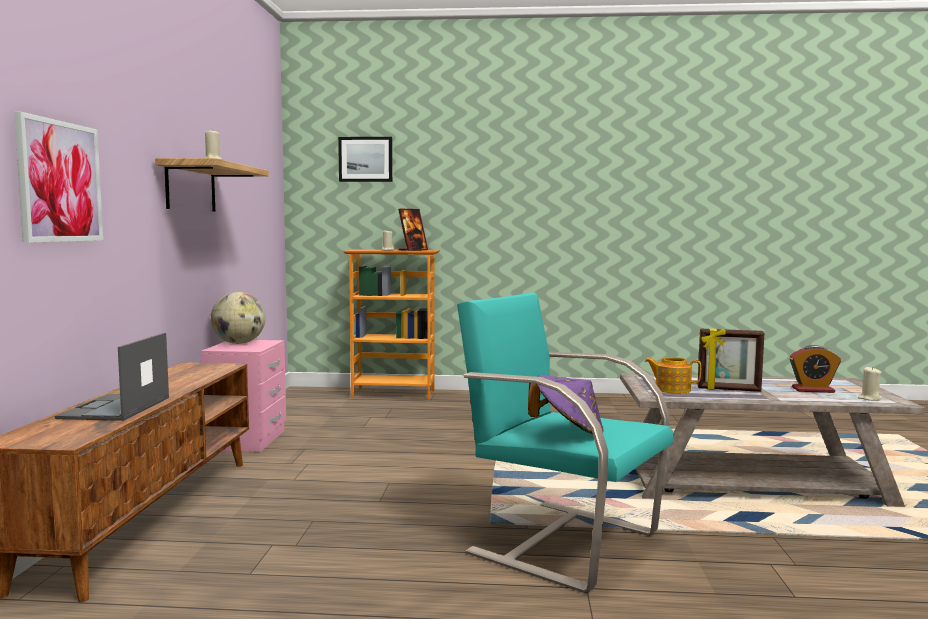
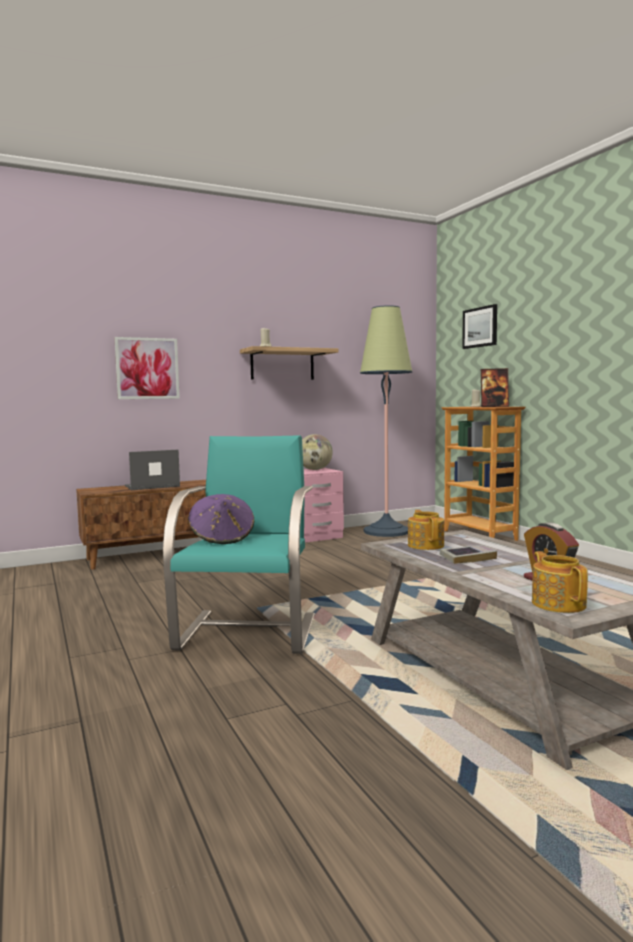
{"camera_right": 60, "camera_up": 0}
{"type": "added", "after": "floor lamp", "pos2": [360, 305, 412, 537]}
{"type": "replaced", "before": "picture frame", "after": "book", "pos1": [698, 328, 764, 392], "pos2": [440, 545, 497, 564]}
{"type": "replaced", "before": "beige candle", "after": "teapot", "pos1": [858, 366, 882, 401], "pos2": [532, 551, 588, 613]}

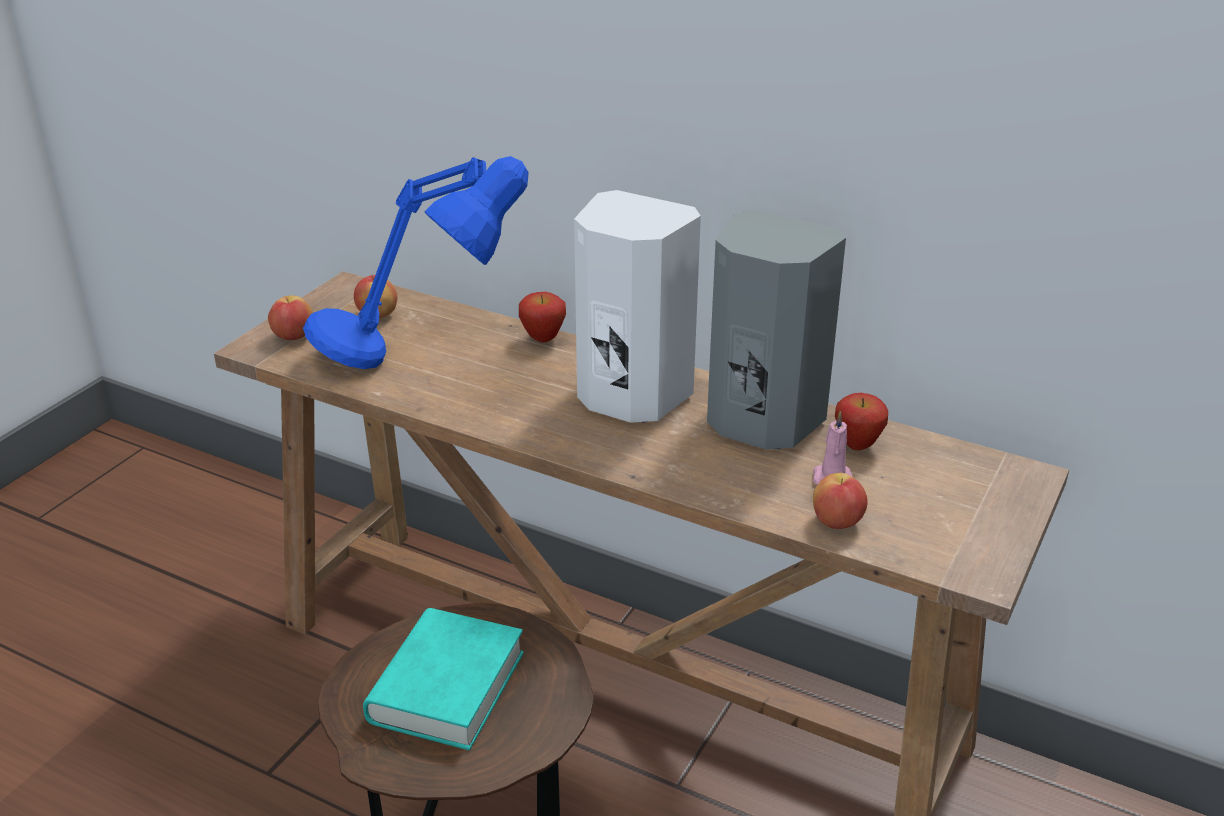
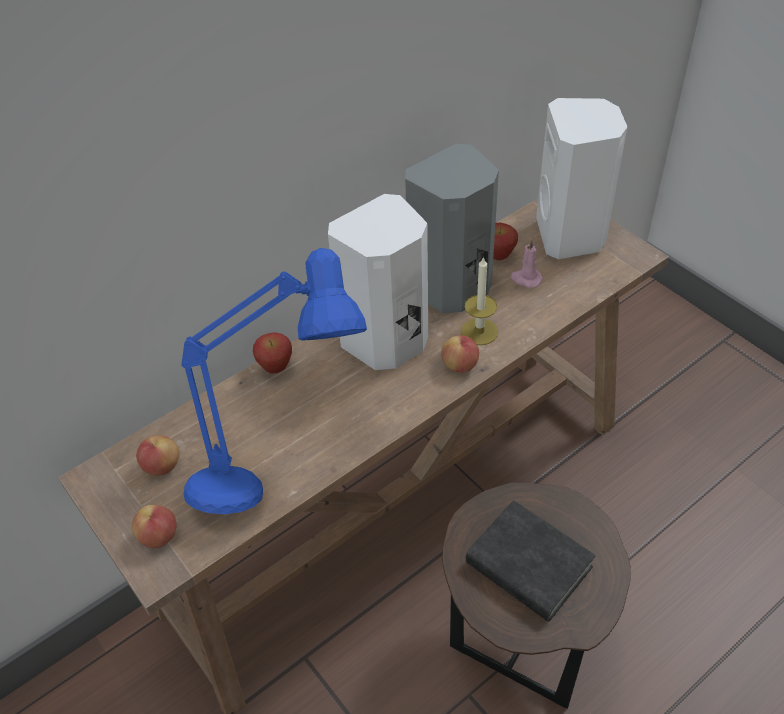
{"camera_right": -65, "camera_up": 15}
{"type": "added", "after": "candle", "pos2": [461, 256, 498, 345]}
{"type": "added", "after": "white speaker", "pos2": [536, 98, 627, 259]}
{"type": "moved", "before": "apple", "pos1": [813, 473, 868, 529], "pos2": [441, 335, 479, 373]}
{"type": "recoloured", "before": "turquoise book", "after": "black book", "pos1": [363, 608, 524, 750], "pos2": [466, 500, 596, 622]}

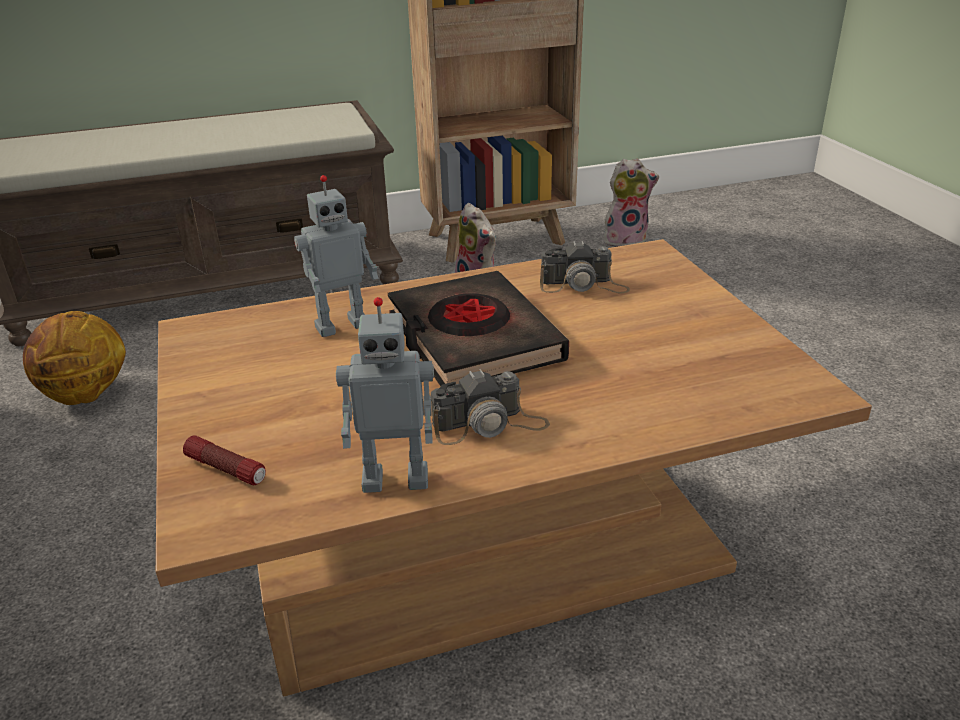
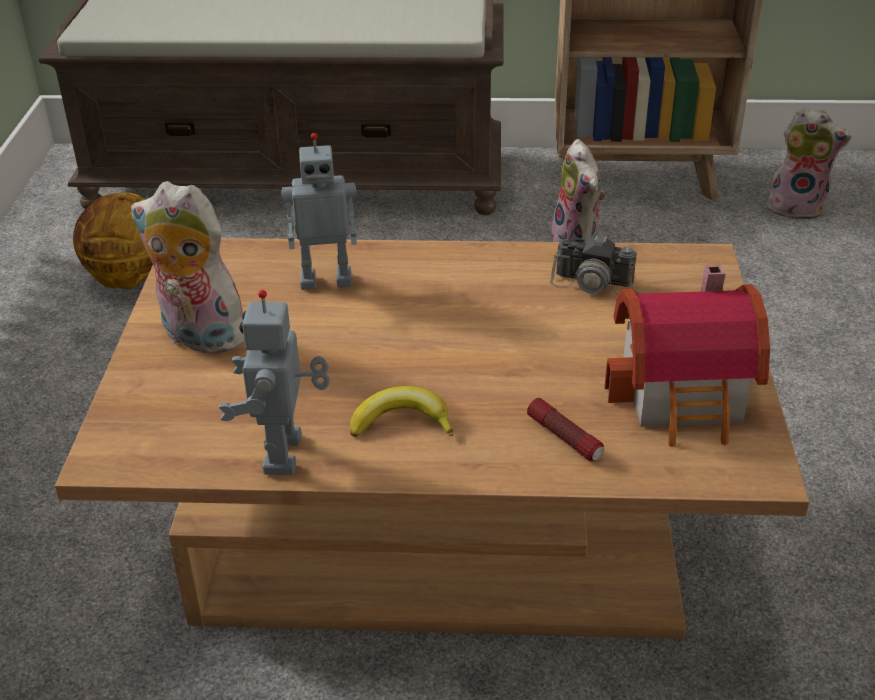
{"camera_right": 20, "camera_up": 5}
{"type": "removed", "before": "black book", "pos1": [388, 271, 569, 386]}
{"type": "added", "after": "plush toy", "pos2": [131, 181, 245, 354]}
{"type": "added", "after": "toy house", "pos2": [605, 265, 770, 447]}
{"type": "moved", "before": "flashlight", "pos1": [183, 435, 266, 485], "pos2": [527, 398, 604, 461]}
{"type": "replaced", "before": "photo camera", "after": "banana", "pos1": [431, 369, 550, 445], "pos2": [350, 386, 454, 437]}
{"type": "turned", "before": "toy robot", "pos1": [336, 297, 434, 493], "pos2": [219, 290, 330, 475], "turn": 75}

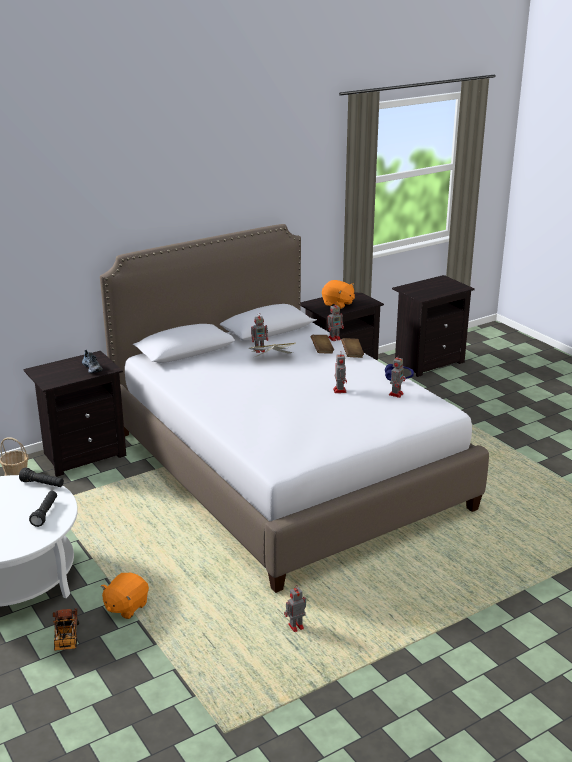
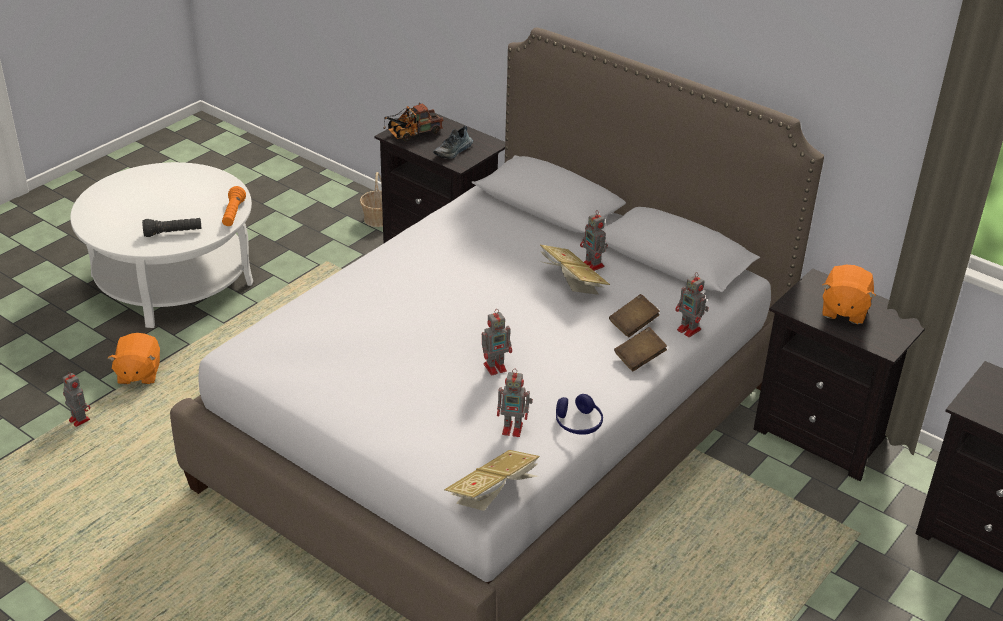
{"camera_right": 70, "camera_up": 10}
{"type": "added", "after": "book", "pos2": [444, 450, 540, 511]}
{"type": "moved", "before": "toy truck", "pos1": [53, 608, 79, 651], "pos2": [383, 103, 443, 141]}
{"type": "moved", "before": "toy robot", "pos1": [284, 586, 306, 632], "pos2": [63, 371, 90, 427]}
{"type": "recoloured", "before": "black flashlight", "after": "orange flashlight", "pos1": [19, 468, 64, 487], "pos2": [222, 186, 246, 226]}
{"type": "turned", "before": "orange plush toy", "pos1": [101, 573, 149, 619], "pos2": [108, 333, 160, 385], "turn": -105}

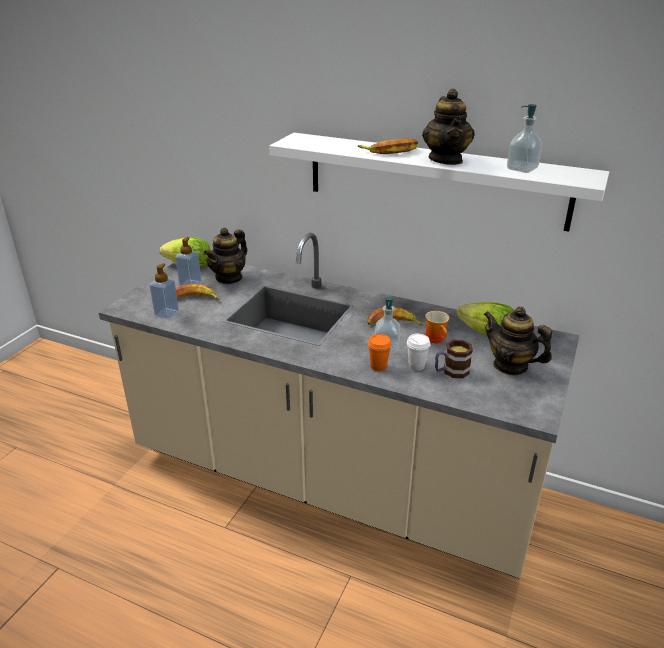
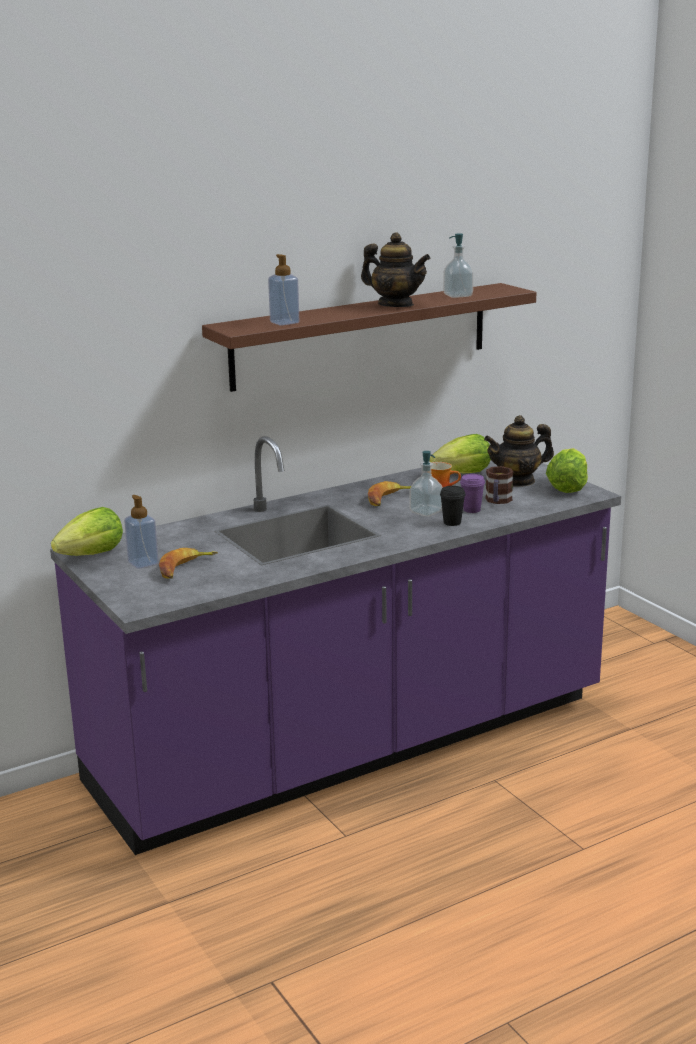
{"camera_right": -55, "camera_up": -10}
{"type": "removed", "before": "teapot", "pos1": [204, 228, 247, 284]}
{"type": "removed", "before": "banana", "pos1": [358, 138, 418, 154]}
{"type": "added", "after": "lettuce", "pos2": [546, 448, 588, 493]}
{"type": "moved", "before": "soap dispenser", "pos1": [150, 263, 179, 319], "pos2": [268, 254, 300, 326]}
{"type": "recoloured", "before": "beige counter", "after": "purple counter", "pos1": [99, 233, 580, 578], "pos2": [50, 436, 621, 855]}
{"type": "recoloured", "before": "white shelf", "after": "brown shelf", "pos1": [269, 133, 609, 232], "pos2": [202, 283, 537, 392]}
{"type": "recoloured", "before": "orange cup", "after": "black cup", "pos1": [368, 334, 392, 371], "pos2": [440, 486, 466, 526]}
{"type": "recoloured", "before": "white cup", "after": "purple cup", "pos1": [407, 334, 431, 371], "pos2": [460, 474, 485, 513]}

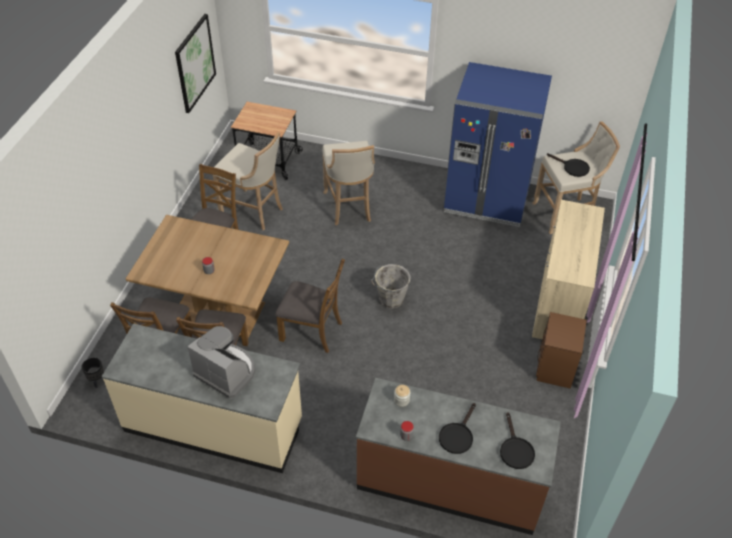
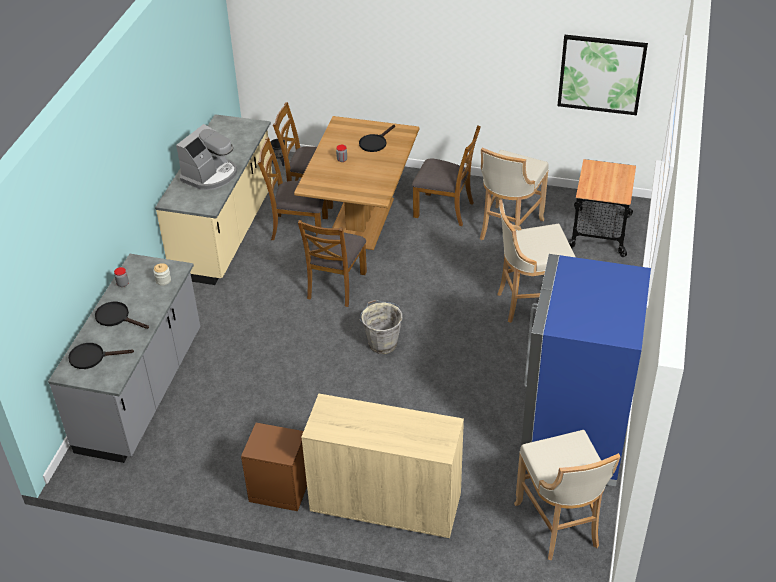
{"camera_right": 90, "camera_up": -5}
{"type": "moved", "before": "black frying pan", "pos1": [547, 153, 590, 177], "pos2": [359, 125, 395, 152]}
{"type": "recoloured", "before": "brown counter", "after": "grey counter", "pos1": [356, 378, 561, 535], "pos2": [48, 254, 200, 463]}

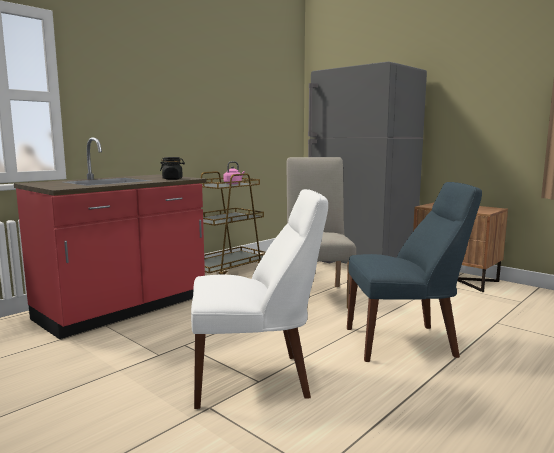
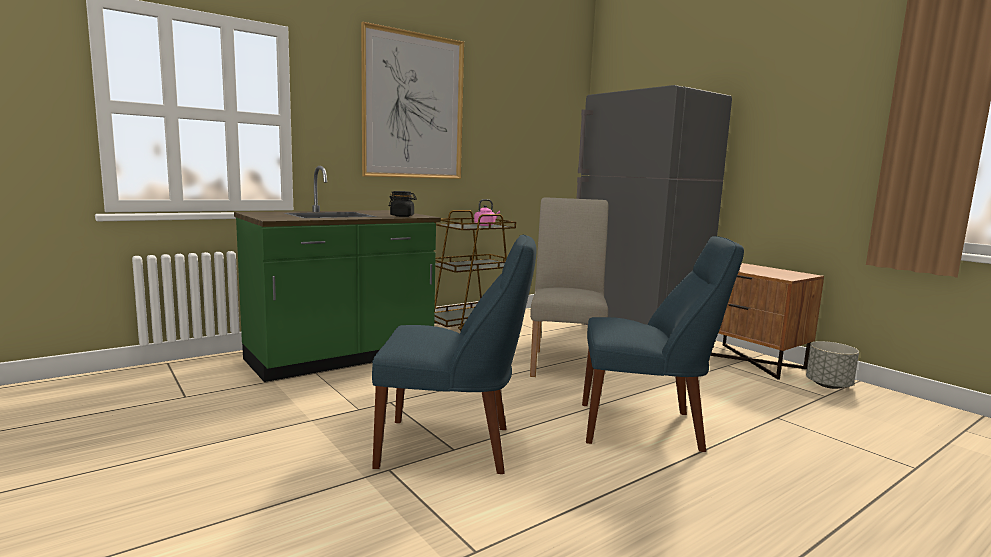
{"camera_right": 10, "camera_up": 0}
{"type": "added", "after": "picture", "pos2": [361, 22, 464, 179]}
{"type": "added", "after": "grey planter", "pos2": [806, 341, 859, 389]}
{"type": "recoloured", "before": "red counter", "after": "green counter", "pos1": [14, 137, 207, 339], "pos2": [234, 166, 441, 382]}
{"type": "recoloured", "before": "white chair", "after": "blue chair", "pos1": [191, 189, 328, 409], "pos2": [372, 235, 536, 474]}

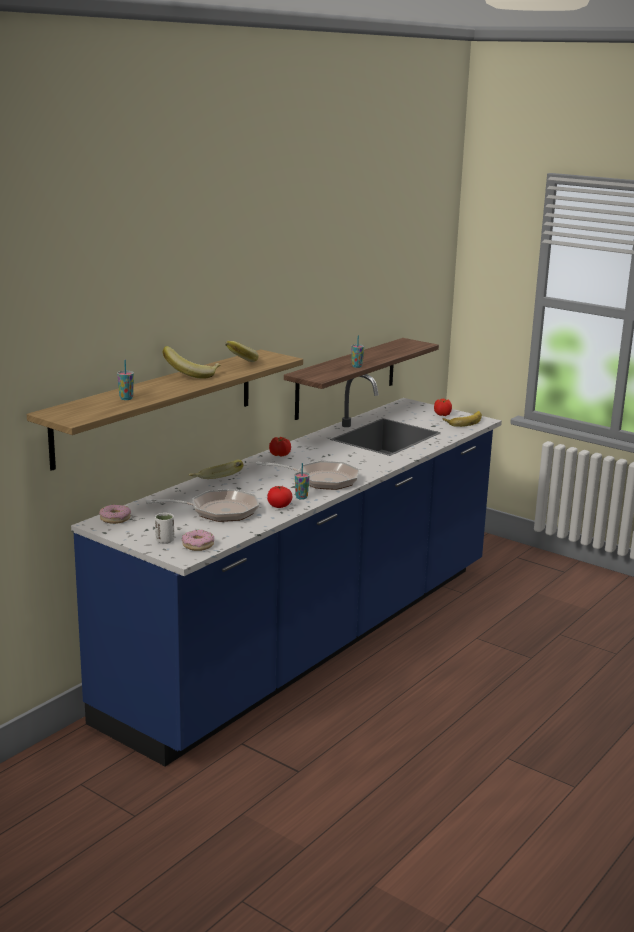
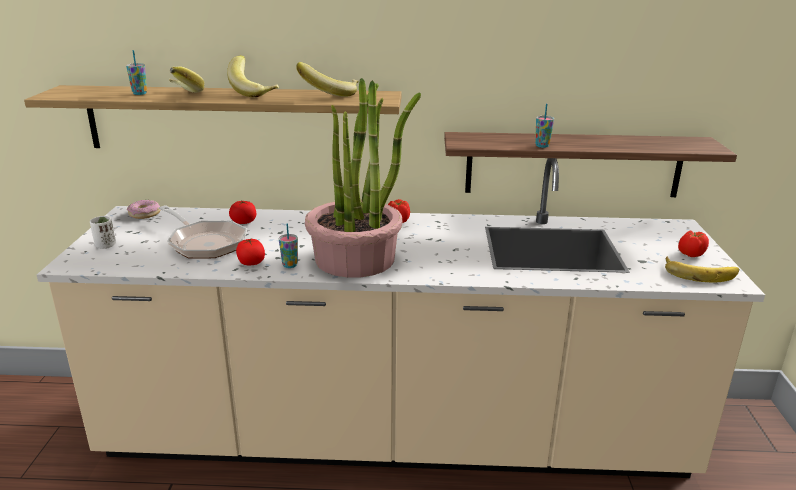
{"camera_right": 55, "camera_up": 5}
{"type": "removed", "before": "donut", "pos1": [182, 530, 214, 551]}
{"type": "added", "after": "tomato", "pos2": [229, 201, 256, 224]}
{"type": "moved", "before": "banana", "pos1": [189, 460, 243, 479], "pos2": [169, 67, 204, 93]}
{"type": "replaced", "before": "frying pan", "after": "potted plant", "pos1": [256, 461, 359, 490], "pos2": [305, 78, 421, 278]}
{"type": "recoloured", "before": "blue counter", "after": "beige counter", "pos1": [71, 374, 502, 766], "pos2": [37, 158, 765, 478]}

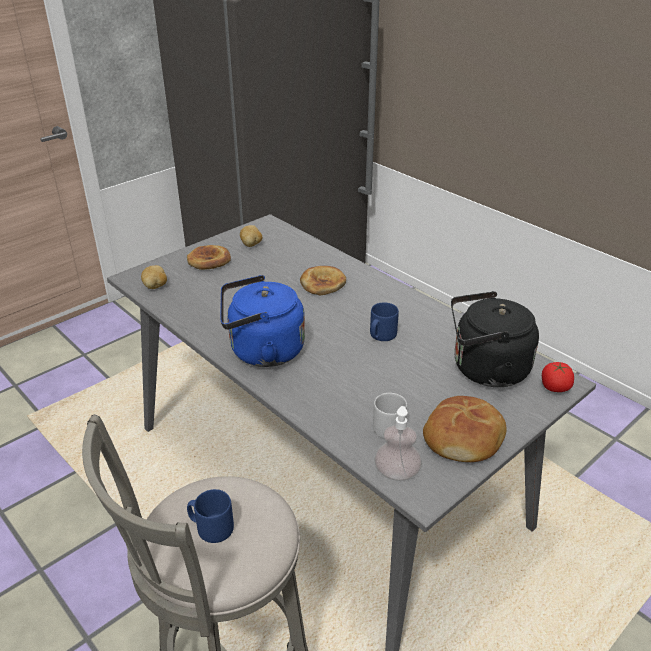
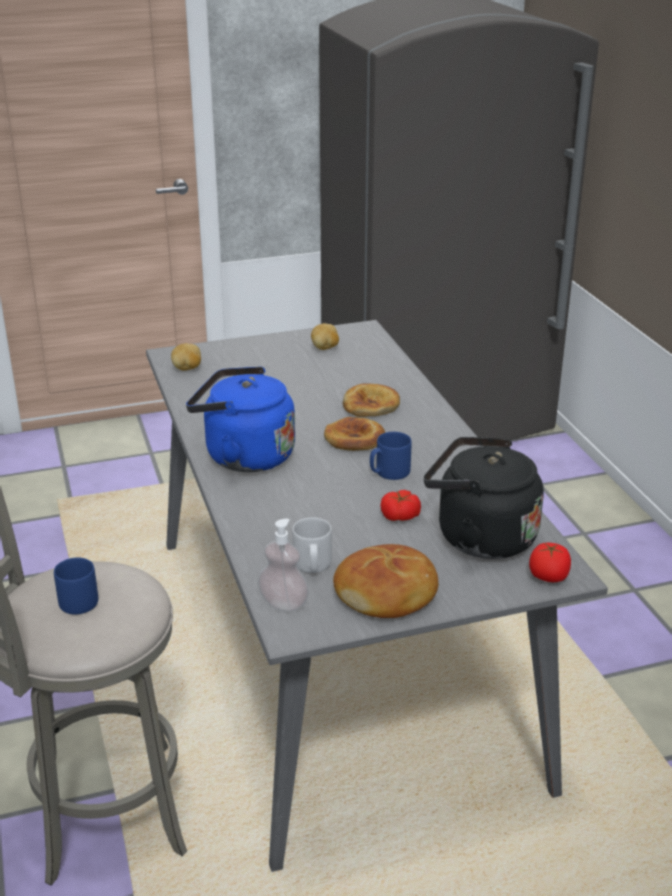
{"camera_right": 25, "camera_up": -5}
{"type": "added", "after": "tomato", "pos2": [380, 490, 421, 521]}
{"type": "moved", "before": "bread", "pos1": [187, 245, 231, 270], "pos2": [324, 417, 385, 451]}

